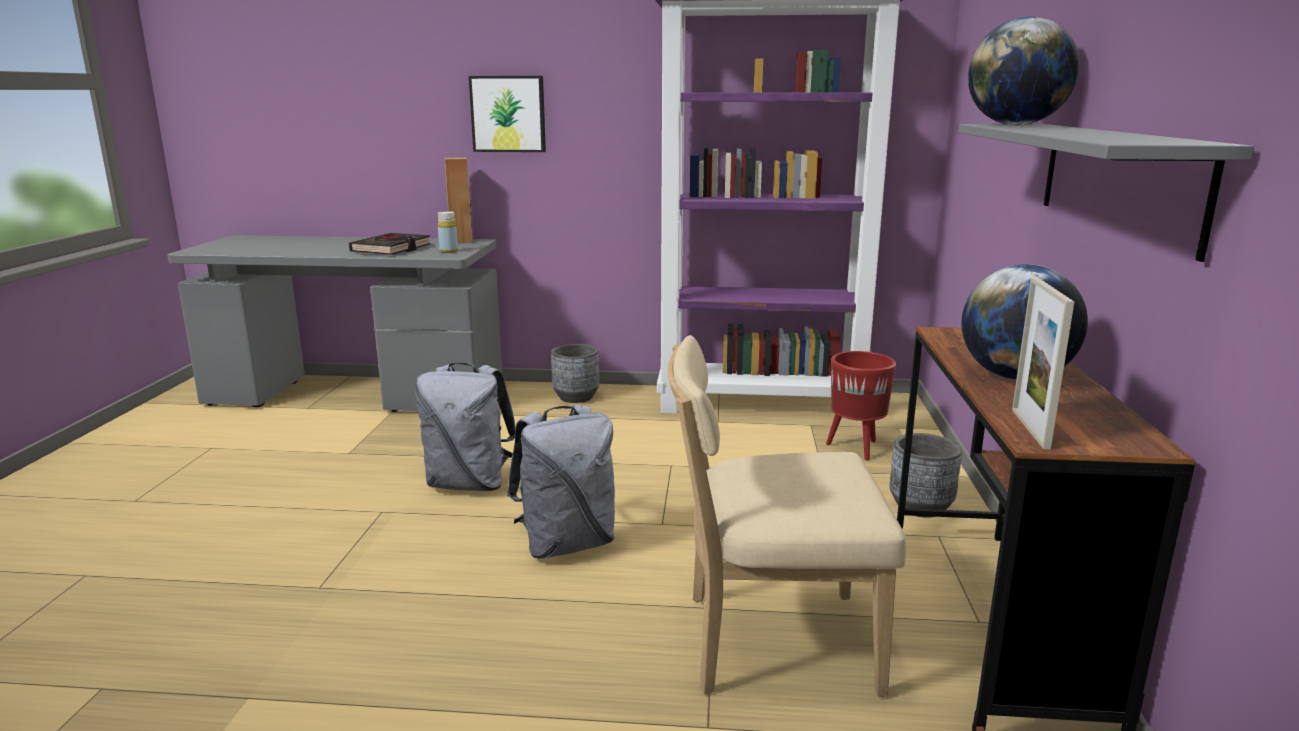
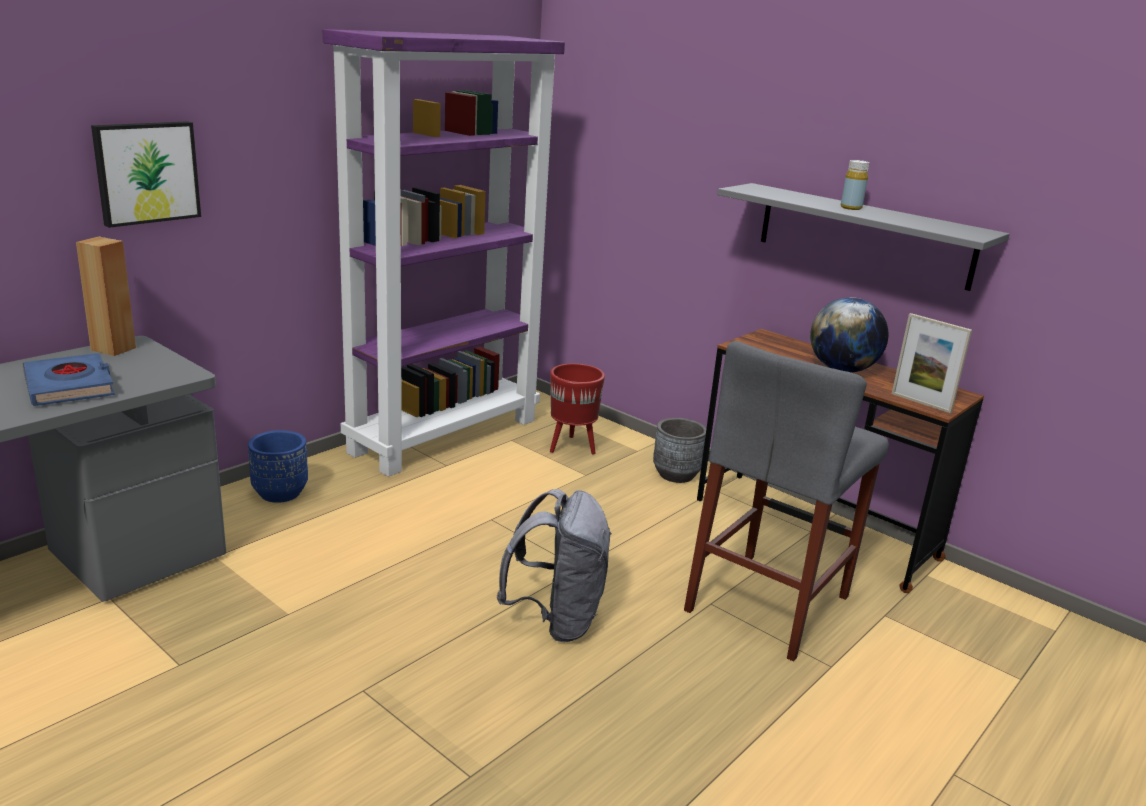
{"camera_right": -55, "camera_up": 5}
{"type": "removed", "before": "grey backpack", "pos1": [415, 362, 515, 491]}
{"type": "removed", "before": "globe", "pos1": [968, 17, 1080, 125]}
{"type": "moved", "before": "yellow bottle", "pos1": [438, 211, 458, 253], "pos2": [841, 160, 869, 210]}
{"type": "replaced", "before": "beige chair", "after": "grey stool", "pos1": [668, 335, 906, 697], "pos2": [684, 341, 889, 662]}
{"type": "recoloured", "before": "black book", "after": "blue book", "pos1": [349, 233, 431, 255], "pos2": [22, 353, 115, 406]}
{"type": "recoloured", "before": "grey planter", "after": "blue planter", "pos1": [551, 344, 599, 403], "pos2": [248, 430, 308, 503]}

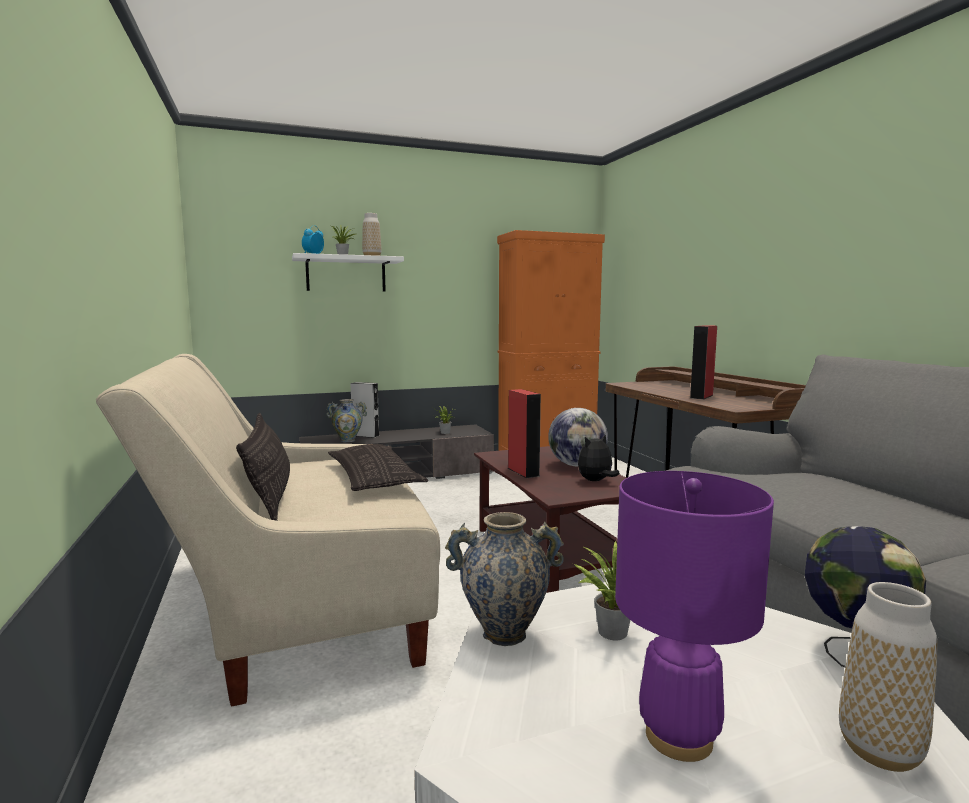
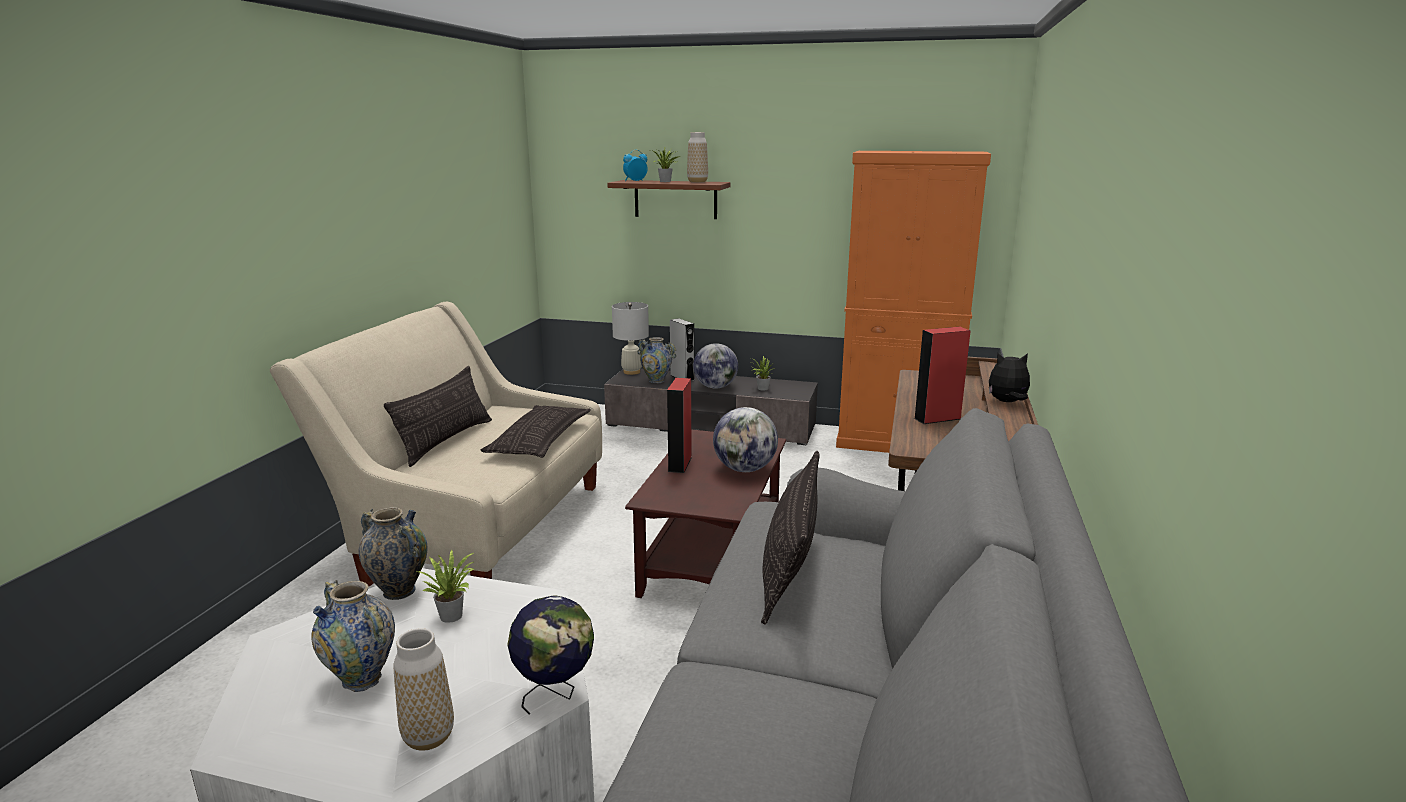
{"camera_right": 35, "camera_up": 10}
{"type": "added", "after": "white table lamp", "pos2": [612, 302, 649, 375]}
{"type": "added", "after": "globe", "pos2": [693, 343, 738, 389]}
{"type": "added", "after": "pillow", "pos2": [761, 451, 820, 625]}
{"type": "moved", "before": "plush toy", "pos1": [578, 434, 620, 481], "pos2": [989, 353, 1030, 402]}
{"type": "replaced", "before": "purple table lamp", "after": "vase", "pos1": [615, 471, 774, 762], "pos2": [311, 580, 395, 692]}
{"type": "recoloured", "before": "white shelf", "after": "brown shelf", "pos1": [292, 253, 404, 292], "pos2": [607, 180, 731, 219]}

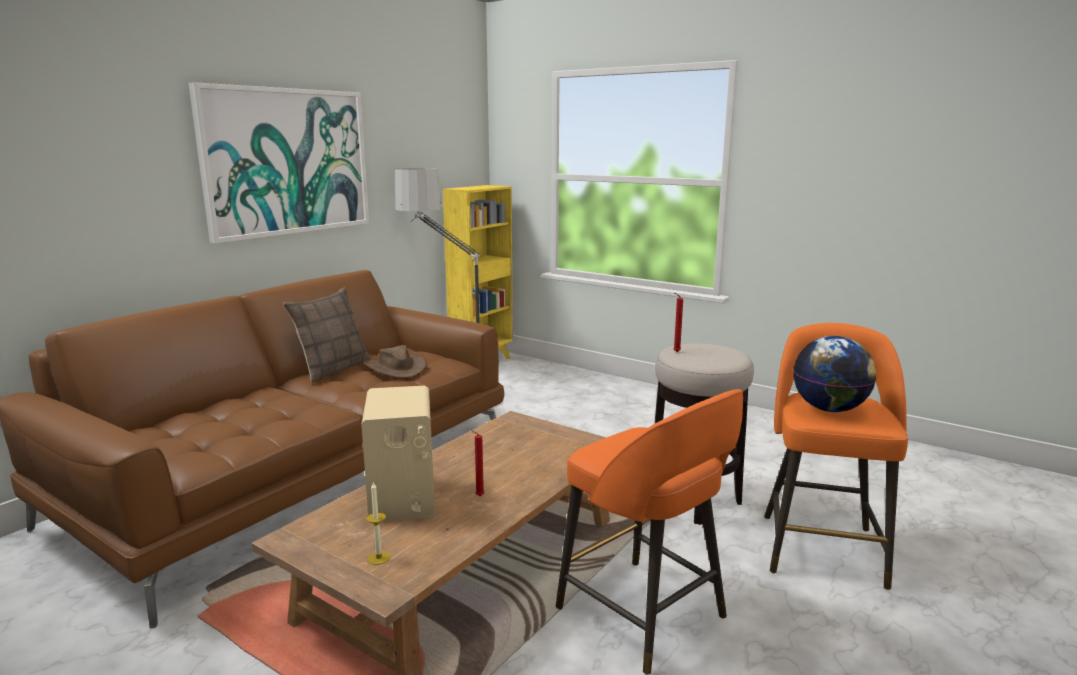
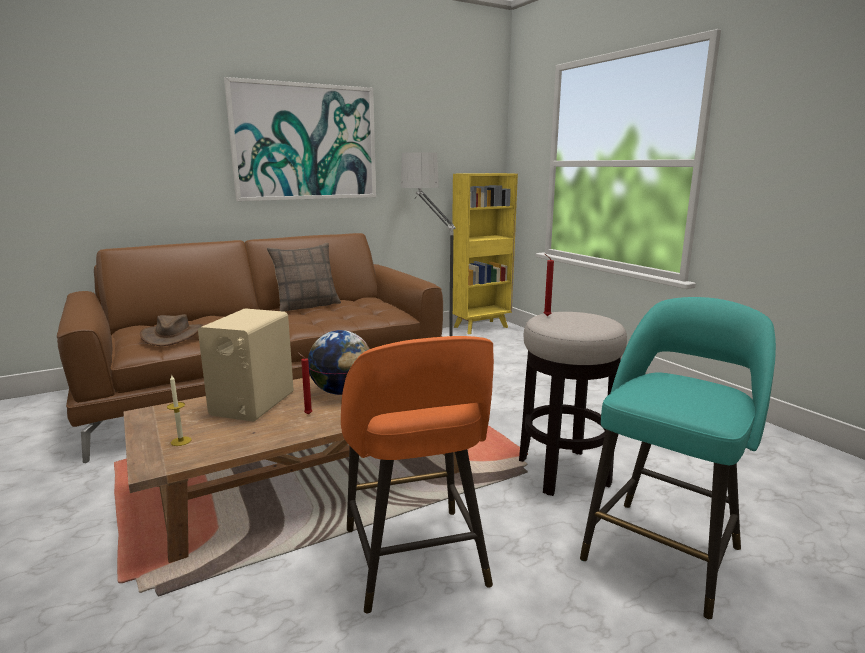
{"camera_right": 25, "camera_up": 0}
{"type": "moved", "before": "brown hat", "pos1": [365, 345, 427, 378], "pos2": [140, 314, 204, 346]}
{"type": "moved", "before": "globe", "pos1": [793, 336, 876, 412], "pos2": [308, 330, 370, 395]}
{"type": "recoloured", "before": "orange stool", "after": "turquoise stool", "pos1": [764, 323, 908, 590], "pos2": [580, 297, 776, 619]}

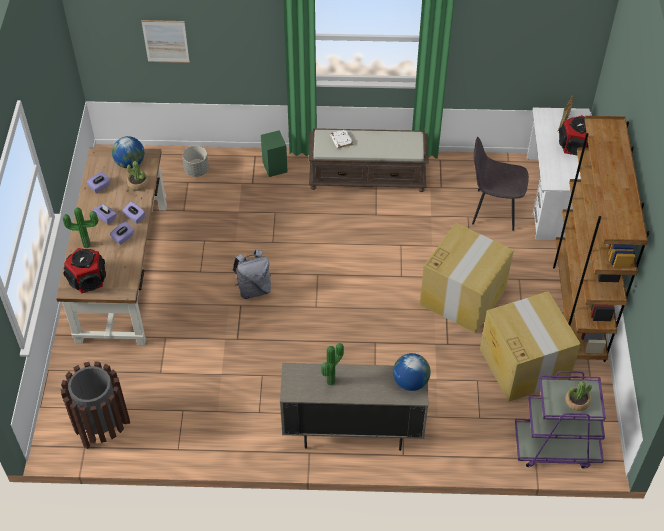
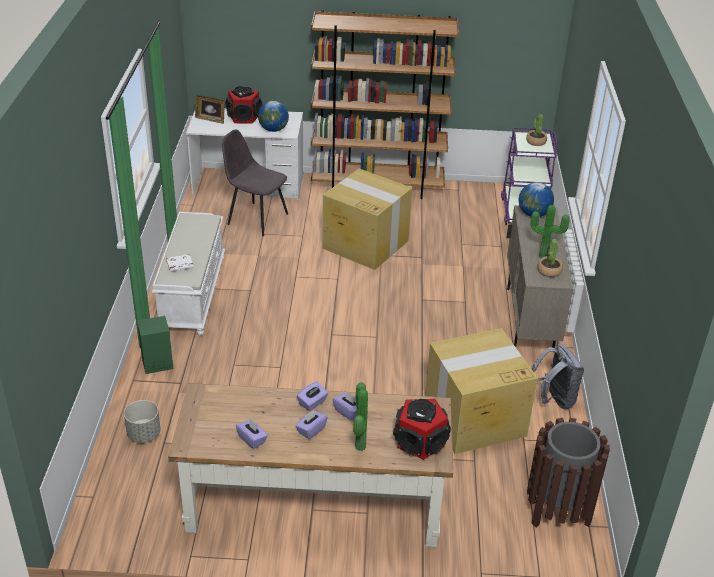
{"camera_right": -90, "camera_up": -15}
{"type": "removed", "before": "picture", "pos1": [141, 20, 190, 63]}
{"type": "moved", "before": "globe", "pos1": [112, 136, 144, 168], "pos2": [258, 101, 289, 132]}
{"type": "moved", "before": "potted plant", "pos1": [127, 161, 149, 191], "pos2": [537, 239, 563, 277]}
{"type": "moved", "before": "grey backpack", "pos1": [233, 249, 271, 299], "pos2": [532, 344, 584, 409]}
{"type": "moved", "before": "cardboard box", "pos1": [480, 291, 581, 402], "pos2": [425, 328, 538, 454]}
{"type": "recoloured", "before": "brown bench", "after": "white bench", "pos1": [308, 128, 429, 192], "pos2": [152, 212, 225, 335]}
{"type": "turned", "before": "grey chair", "pos1": [472, 137, 529, 231], "pos2": [222, 129, 288, 236], "turn": 105}

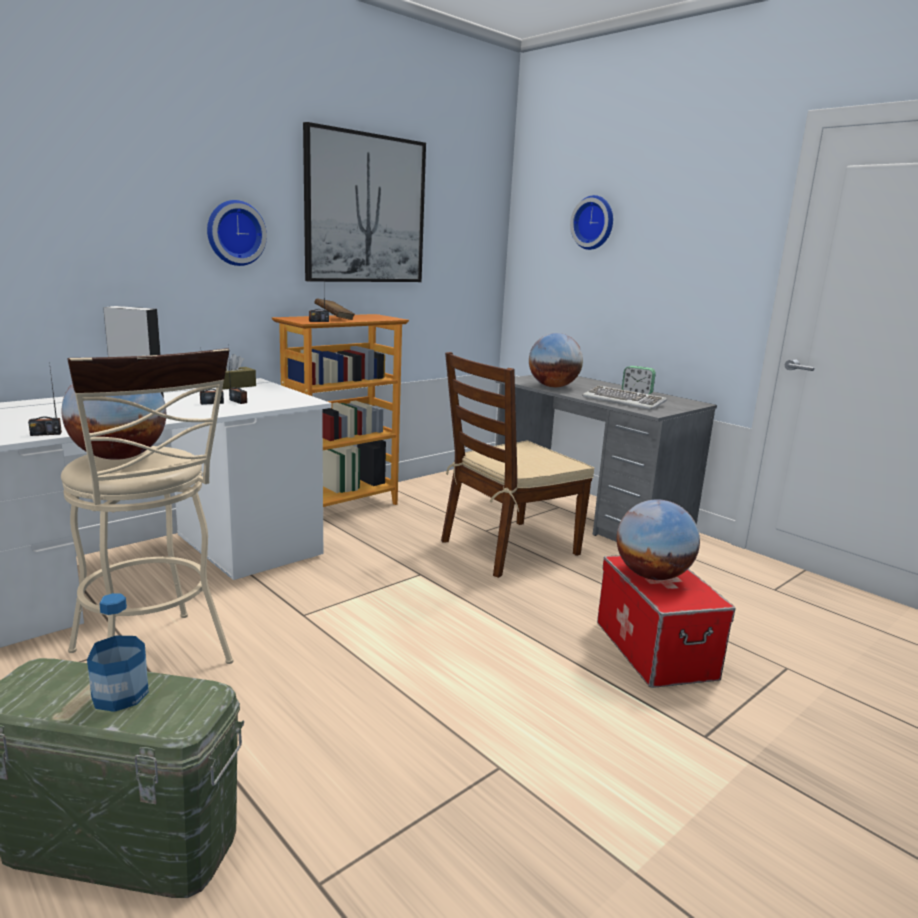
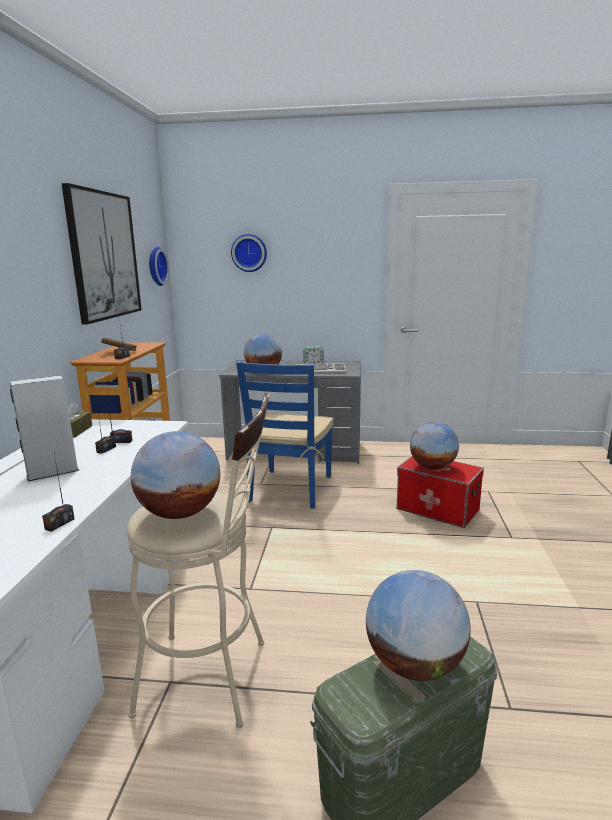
{"camera_right": -40, "camera_up": 0}
{"type": "moved", "before": "wall clock", "pos1": [207, 200, 267, 266], "pos2": [149, 247, 169, 286]}
{"type": "replaced", "before": "bottle", "after": "globe", "pos1": [87, 593, 149, 712], "pos2": [366, 570, 471, 681]}
{"type": "recoloured", "before": "brown chair", "after": "blue chair", "pos1": [441, 352, 595, 578], "pos2": [236, 361, 333, 509]}

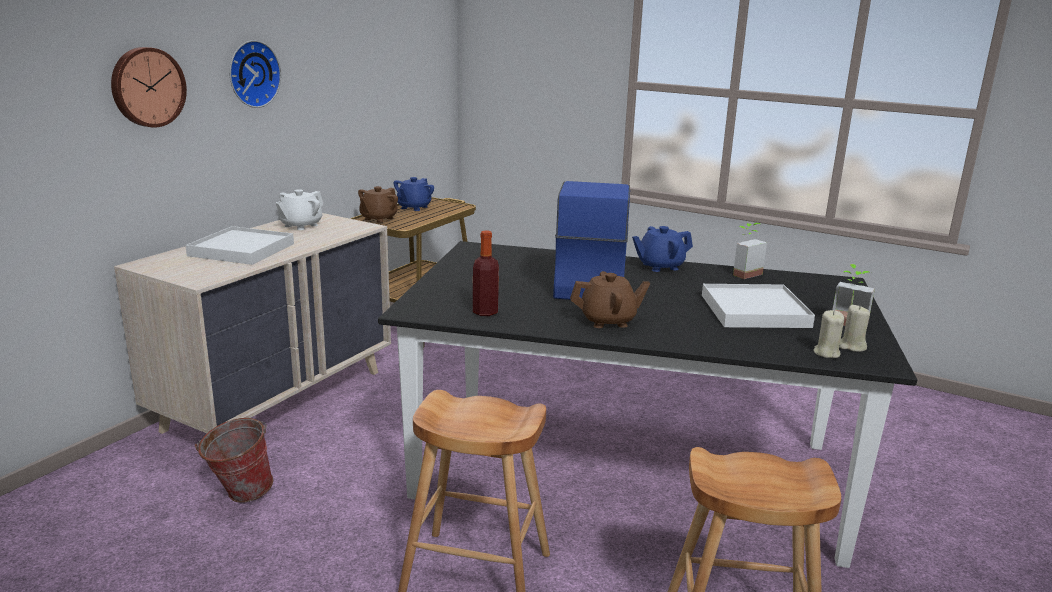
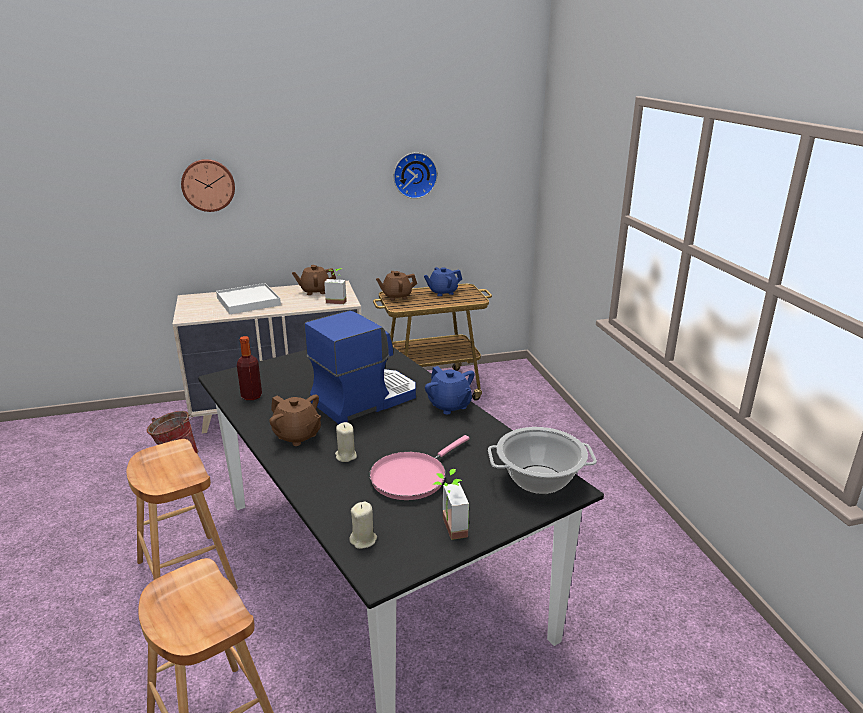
{"camera_right": 45, "camera_up": 5}
{"type": "added", "after": "cooking pot", "pos2": [488, 427, 597, 494]}
{"type": "moved", "before": "wall clock", "pos1": [229, 40, 281, 108], "pos2": [393, 152, 438, 199]}
{"type": "moved", "before": "potted plant", "pos1": [733, 223, 767, 279], "pos2": [324, 268, 347, 304]}
{"type": "moved", "before": "beige candle", "pos1": [840, 305, 870, 352], "pos2": [335, 422, 357, 462]}
{"type": "replaced", "before": "white tray", "after": "pink frying pan", "pos1": [702, 284, 815, 328], "pos2": [369, 435, 470, 500]}
{"type": "recoloured", "before": "white teapot", "after": "brown teapot", "pos1": [276, 189, 323, 230], "pos2": [292, 265, 336, 295]}
{"type": "turned", "before": "blue teapot", "pos1": [632, 226, 693, 272], "pos2": [425, 366, 475, 414], "turn": -150}

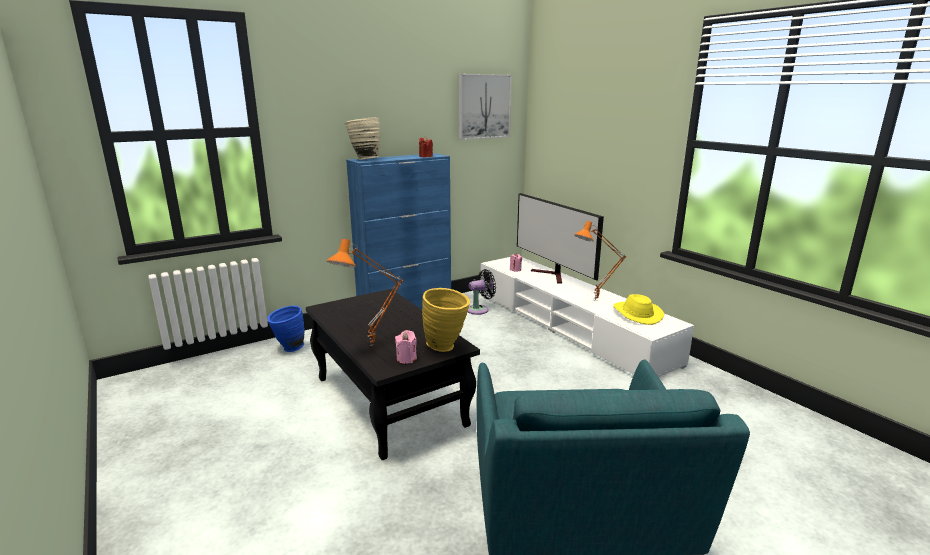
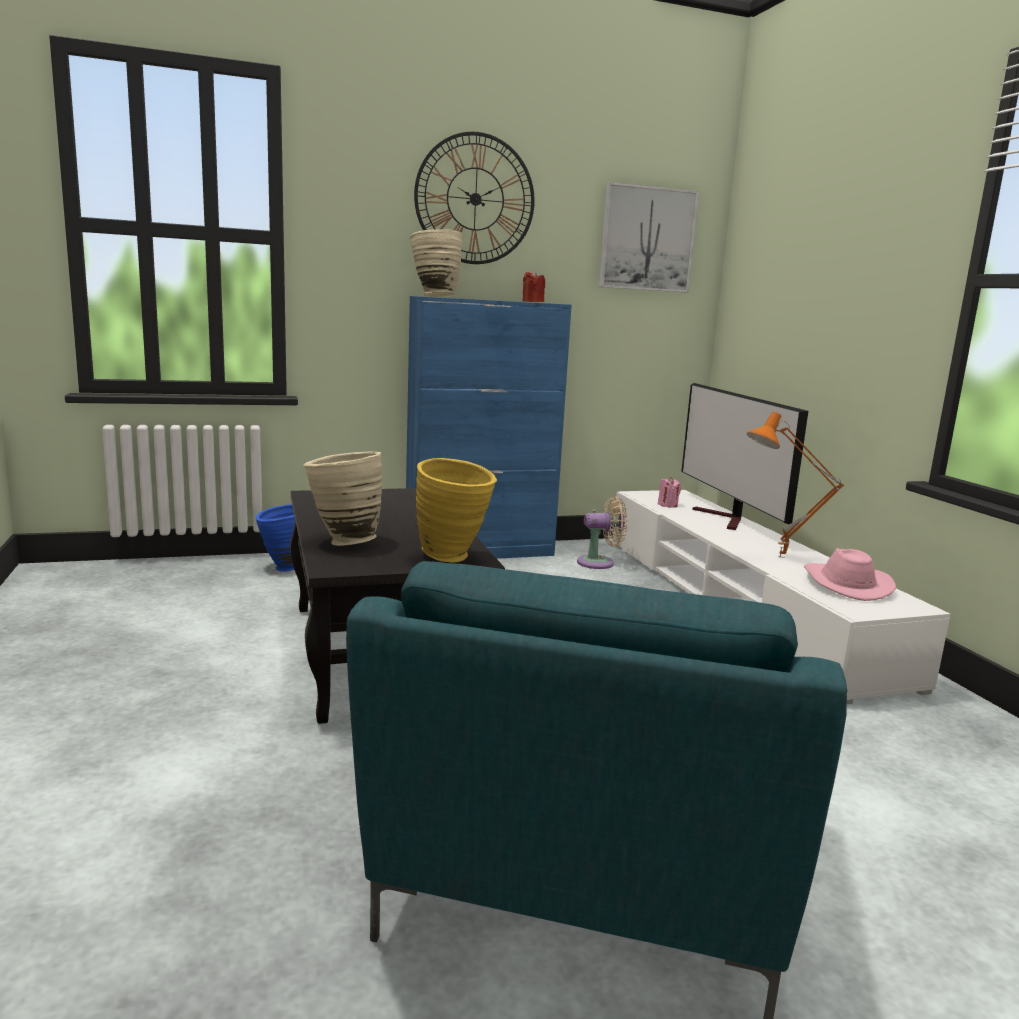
{"camera_right": 15, "camera_up": -5}
{"type": "removed", "before": "pink candle", "pos1": [395, 330, 417, 364]}
{"type": "added", "after": "wall clock", "pos2": [414, 132, 534, 264]}
{"type": "replaced", "before": "orange table lamp", "after": "beige vase", "pos1": [326, 239, 403, 346], "pos2": [303, 452, 382, 546]}
{"type": "recoloured", "before": "black fan", "after": "beige fan", "pos1": [468, 269, 496, 315], "pos2": [577, 497, 627, 569]}
{"type": "recoloured", "before": "yellow hat", "after": "pink hat", "pos1": [613, 294, 664, 325], "pos2": [804, 548, 896, 601]}

